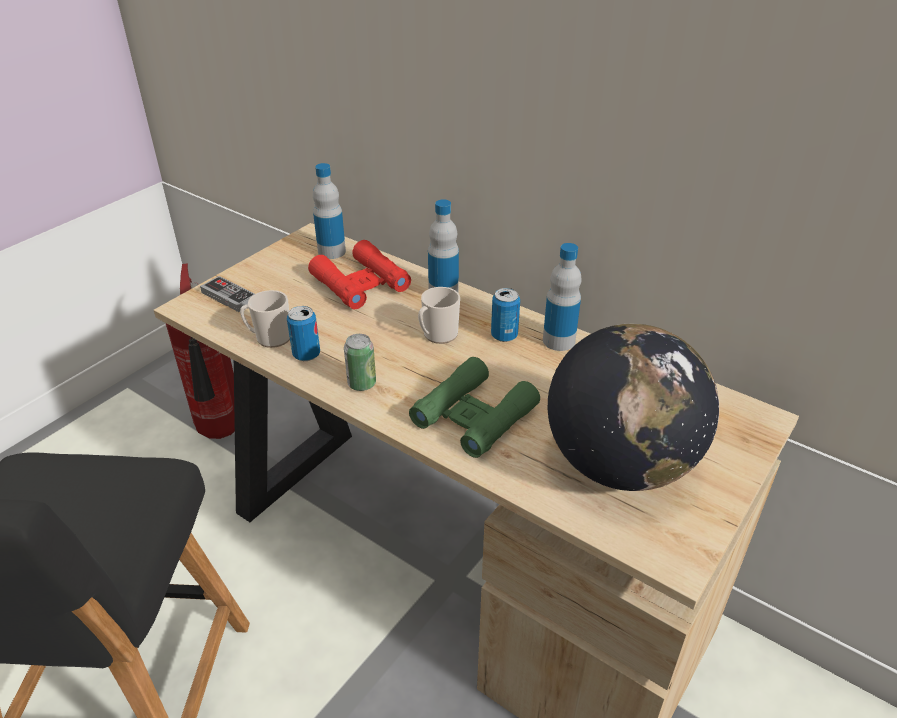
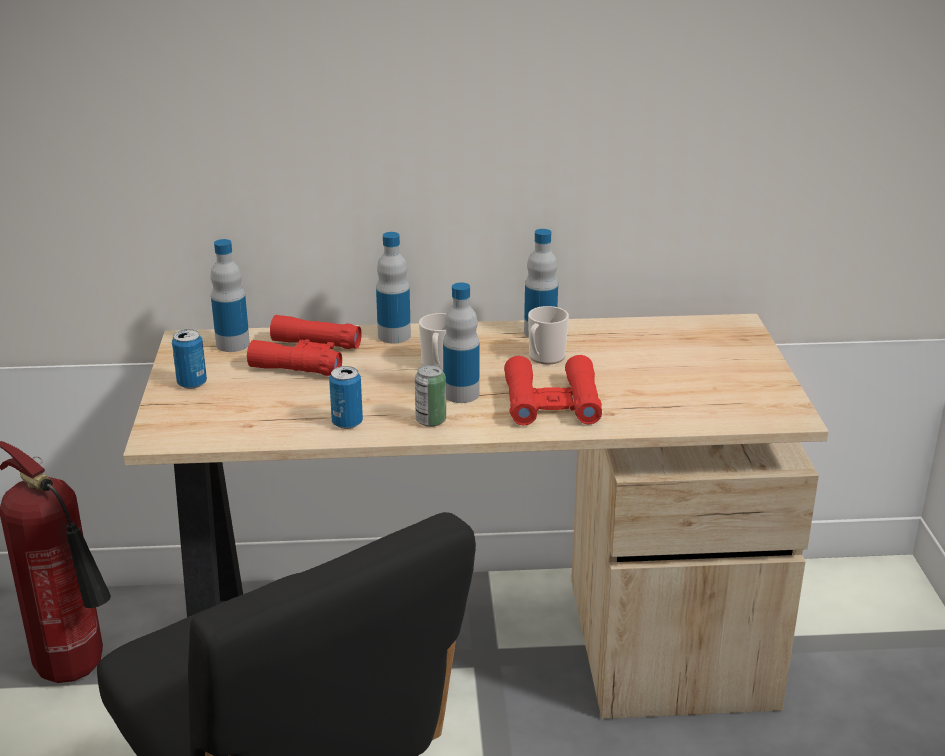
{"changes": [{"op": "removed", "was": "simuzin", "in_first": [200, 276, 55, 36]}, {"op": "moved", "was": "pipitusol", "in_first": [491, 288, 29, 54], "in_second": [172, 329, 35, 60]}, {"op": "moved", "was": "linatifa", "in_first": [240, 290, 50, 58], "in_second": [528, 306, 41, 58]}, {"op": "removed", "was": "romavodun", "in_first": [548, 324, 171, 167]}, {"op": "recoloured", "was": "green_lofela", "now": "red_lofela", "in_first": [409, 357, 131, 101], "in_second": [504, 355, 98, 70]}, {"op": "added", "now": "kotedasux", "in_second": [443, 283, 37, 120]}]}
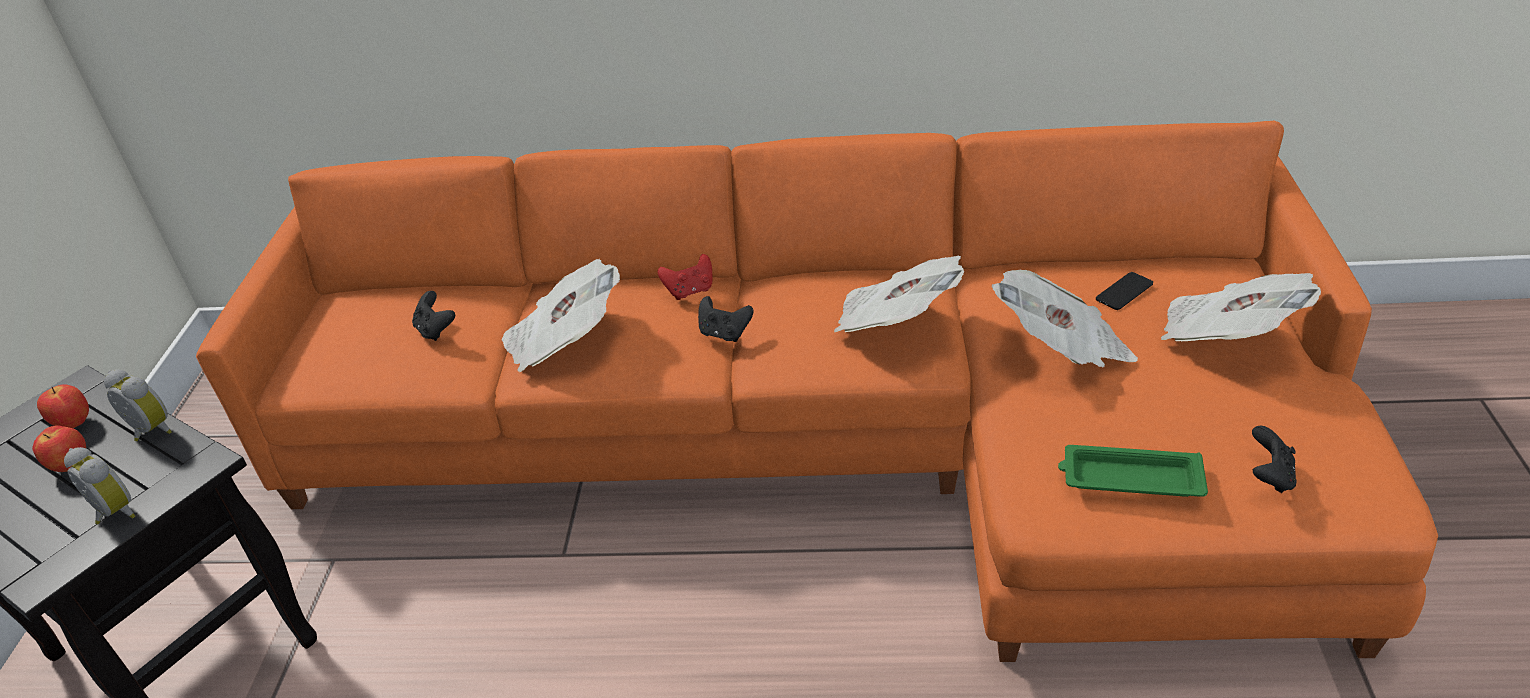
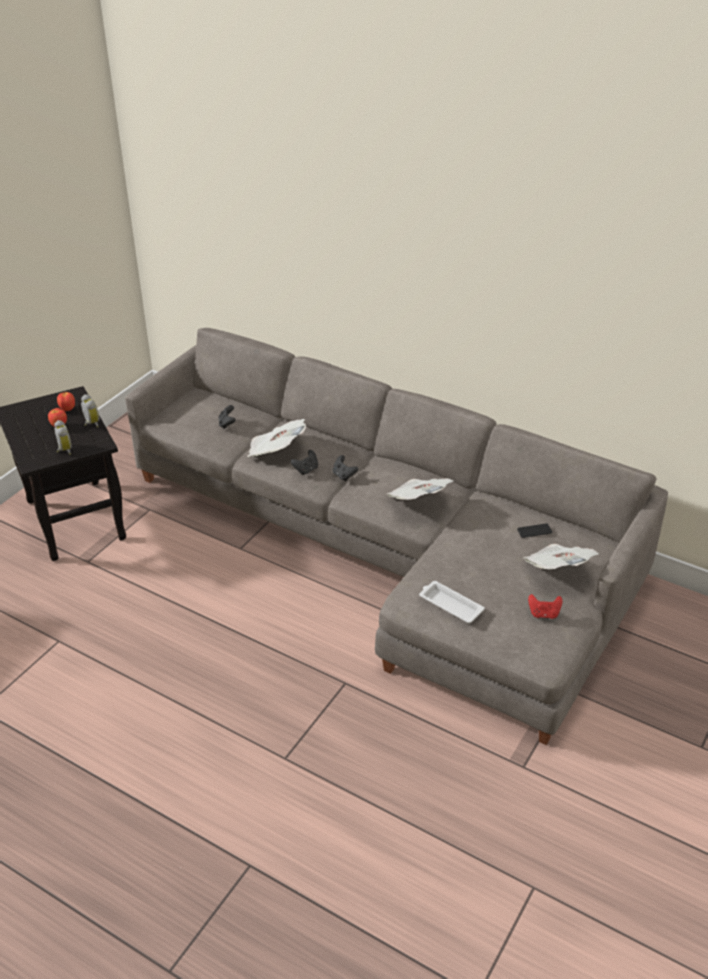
{"changes": [{"op": "recoloured", "was": "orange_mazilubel", "now": "grey_mazilubel", "in_first": [196, 121, 1242, 541], "in_second": [125, 328, 543, 417]}, {"op": "moved", "was": "red_simuzin", "in_first": [658, 254, 54, 46], "in_second": [528, 594, 34, 25]}, {"op": "removed", "was": "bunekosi", "in_first": [992, 270, 146, 97]}, {"op": "moved", "was": "black_simuzin", "in_first": [1252, 426, 44, 67], "in_second": [291, 450, 27, 25]}, {"op": "recoloured", "was": "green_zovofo", "now": "white_zovofo", "in_first": [1058, 445, 150, 52], "in_second": [419, 581, 66, 42]}]}
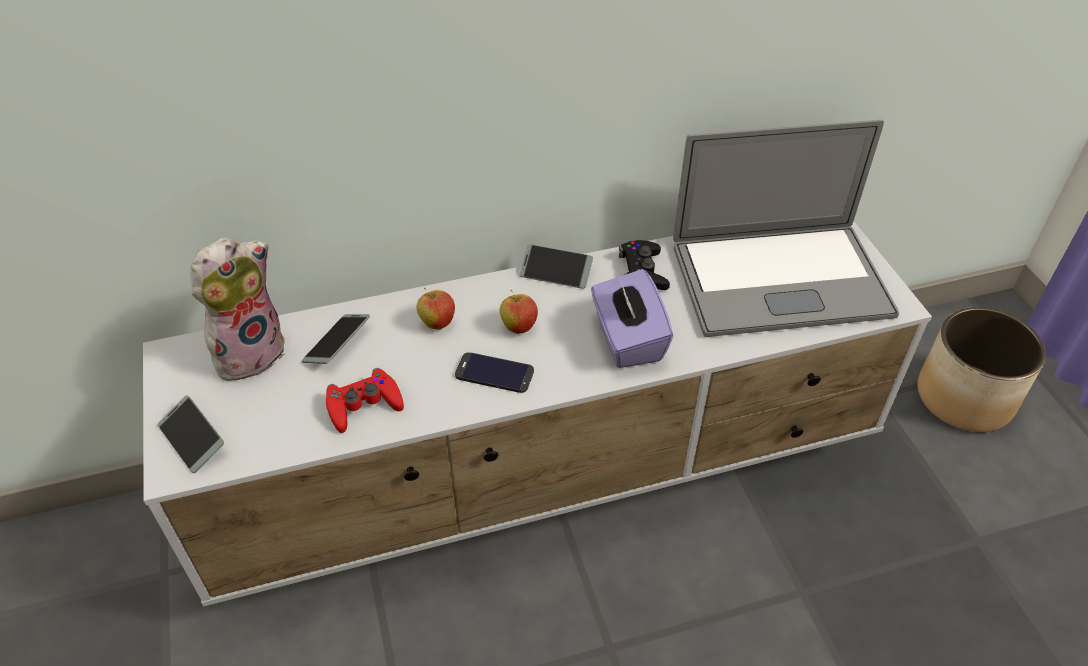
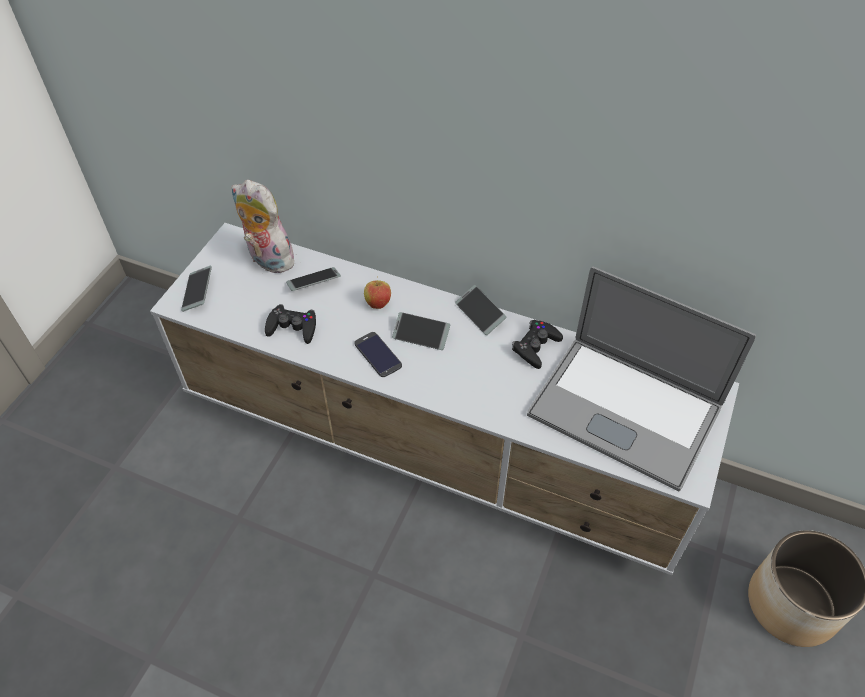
{"changes": [{"op": "turned", "was": "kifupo", "in_first": [190, 237, 95, 144], "in_second": [231, 180, 67, 93], "clockwise": -135}, {"op": "removed", "was": "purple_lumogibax", "in_first": [591, 269, 83, 99]}, {"op": "replaced", "was": "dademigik", "now": "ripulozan", "in_first": [500, 290, 38, 44], "in_second": [392, 312, 58, 38]}, {"op": "recoloured", "was": "red_simuzin", "now": "black_simuzin", "in_first": [326, 368, 78, 65], "in_second": [265, 304, 51, 40]}]}
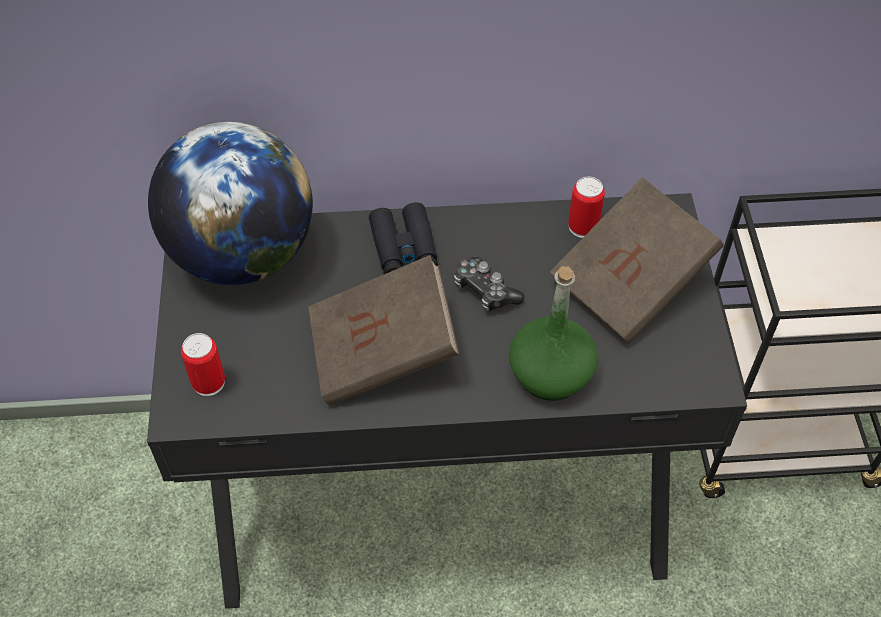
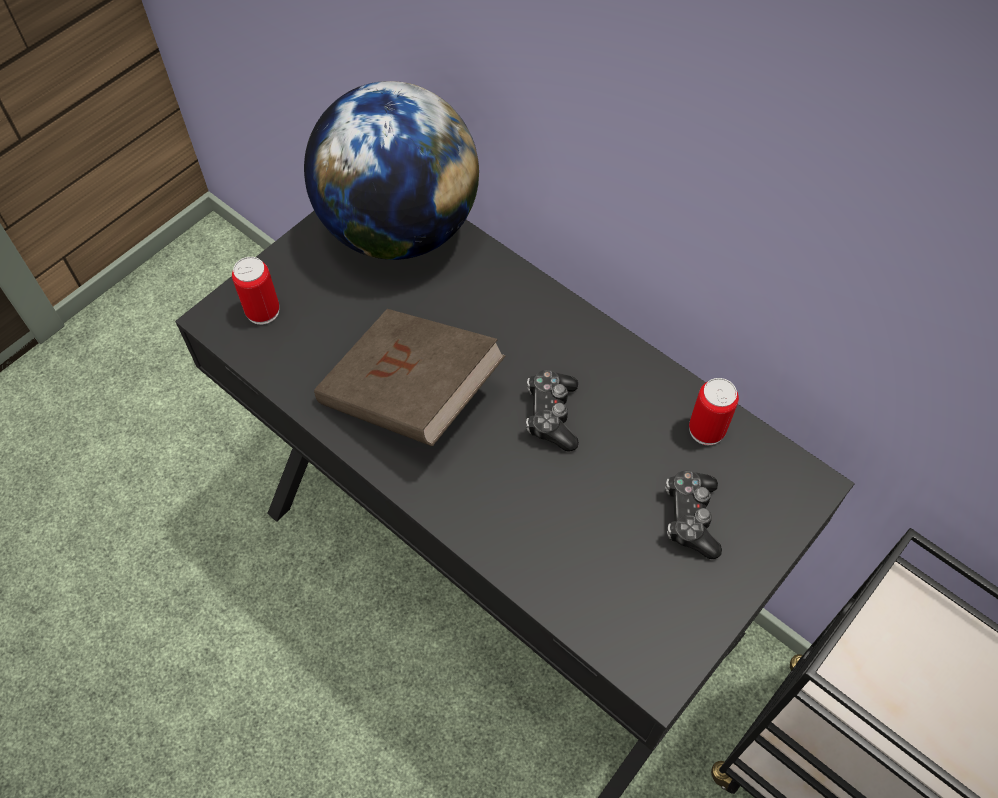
{"changes": [{"op": "replaced", "was": "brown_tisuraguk", "now": "simuzin", "in_first": [550, 177, 174, 167], "in_second": [666, 470, 56, 89]}, {"op": "removed", "was": "black_lofela", "in_first": [369, 202, 69, 72]}, {"op": "removed", "was": "green_kotedasux", "in_first": [509, 266, 89, 135]}]}
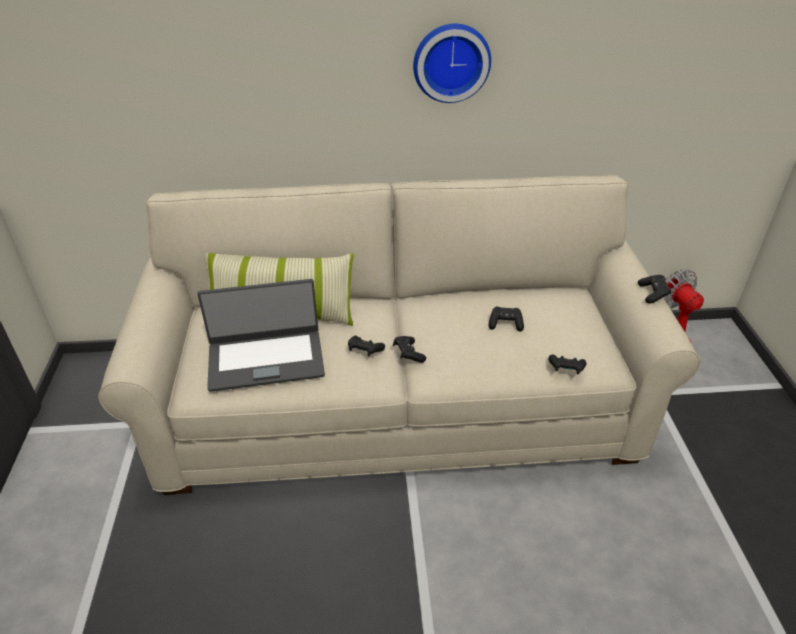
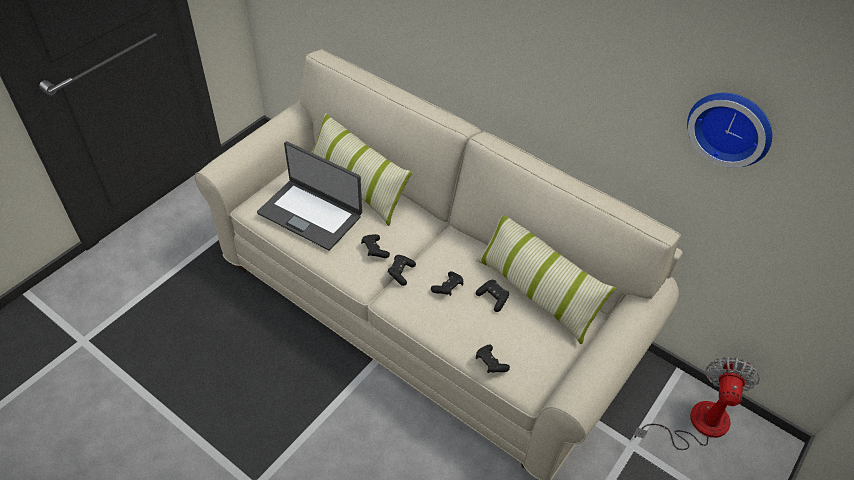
{"changes": [{"op": "moved", "was": "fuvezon", "in_first": [413, 24, 78, 79], "in_second": [687, 93, 85, 75]}, {"op": "moved", "was": "black_simuzin", "in_first": [638, 275, 33, 29], "in_second": [431, 271, 32, 25]}, {"op": "added", "now": "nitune", "in_second": [476, 215, 140, 129]}]}
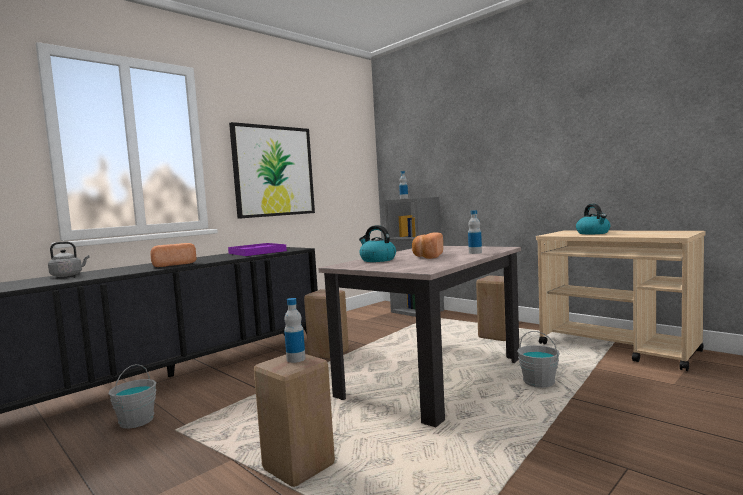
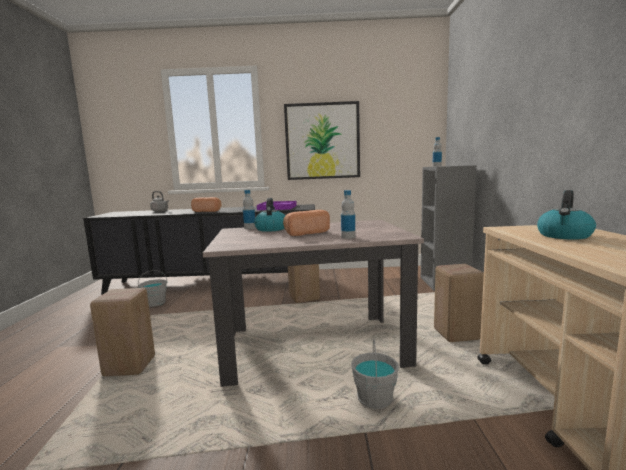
{"changes": [{"op": "moved", "was": "kotedasux", "in_first": [284, 298, 21, 65], "in_second": [243, 190, 13, 39]}]}
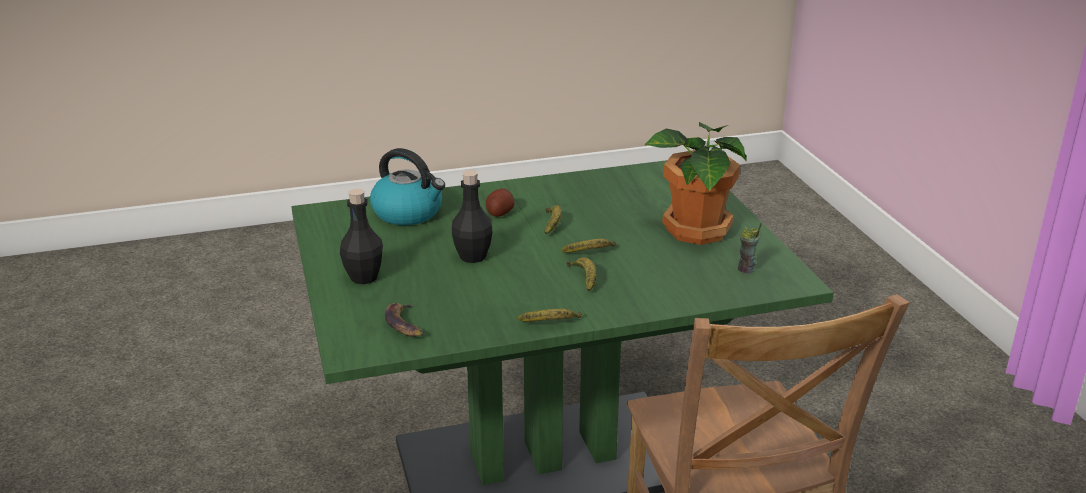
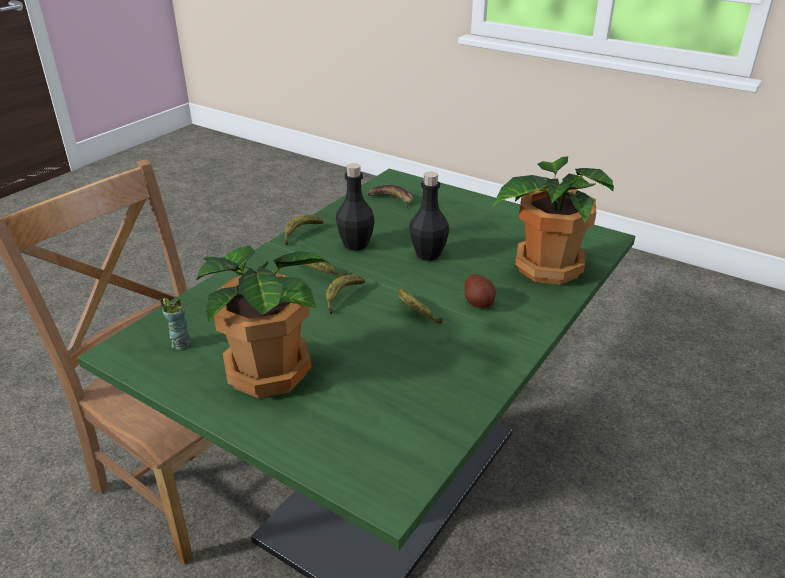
{"changes": [{"op": "replaced", "was": "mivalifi", "now": "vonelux", "in_first": [370, 148, 75, 77], "in_second": [493, 156, 121, 129]}, {"op": "moved", "was": "black_kotedasux", "in_first": [340, 189, 43, 95], "in_second": [336, 163, 39, 88]}]}
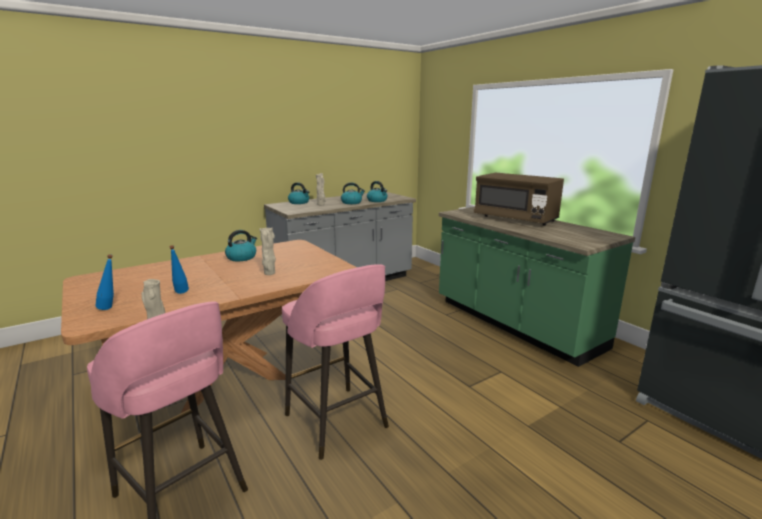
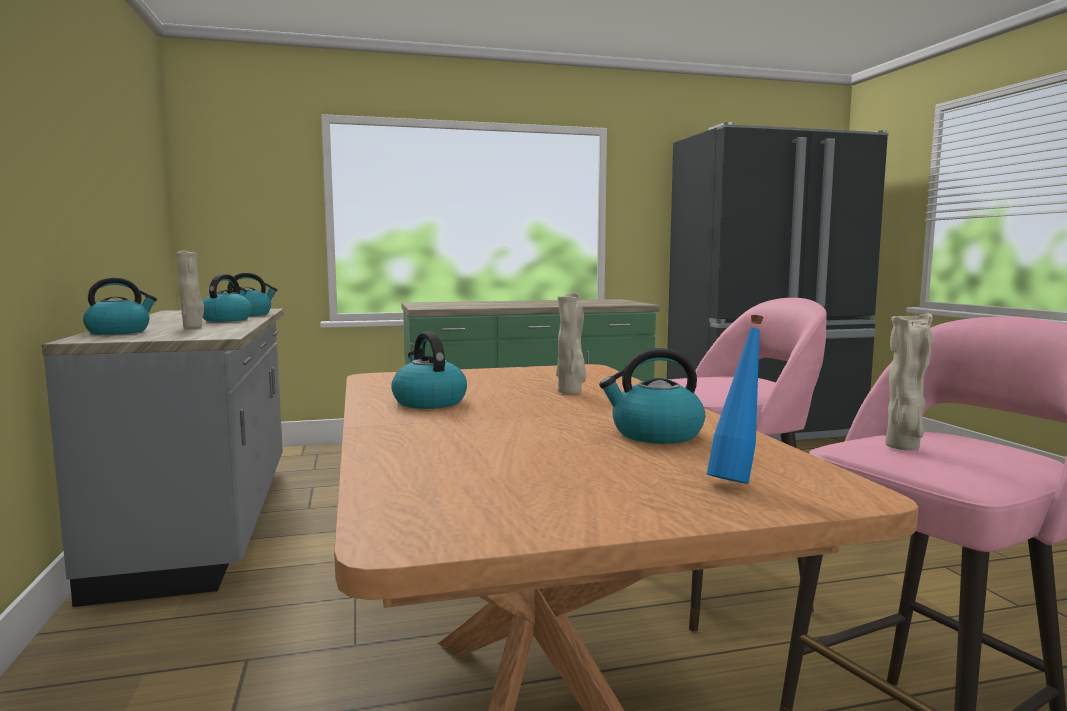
{"changes": [{"op": "removed", "was": "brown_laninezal", "in_first": [474, 173, 90, 53]}, {"op": "replaced", "was": "blue_kotedasux", "now": "mivalifi", "in_first": [170, 245, 19, 49], "in_second": [599, 348, 106, 96]}]}
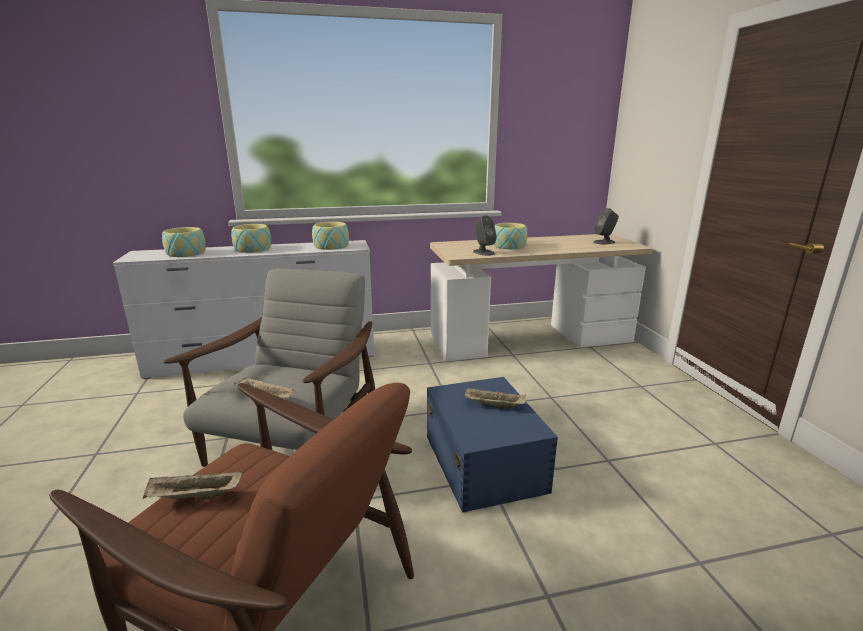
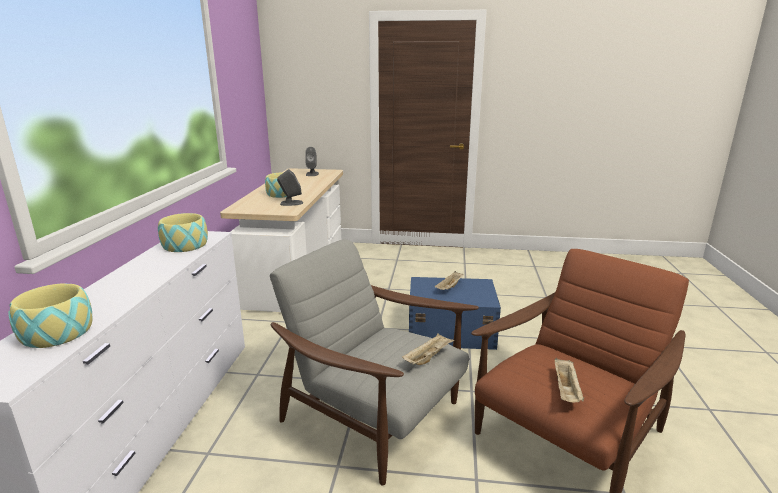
{"changes": [{"op": "removed", "was": "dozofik", "in_first": [231, 224, 40, 29]}]}
